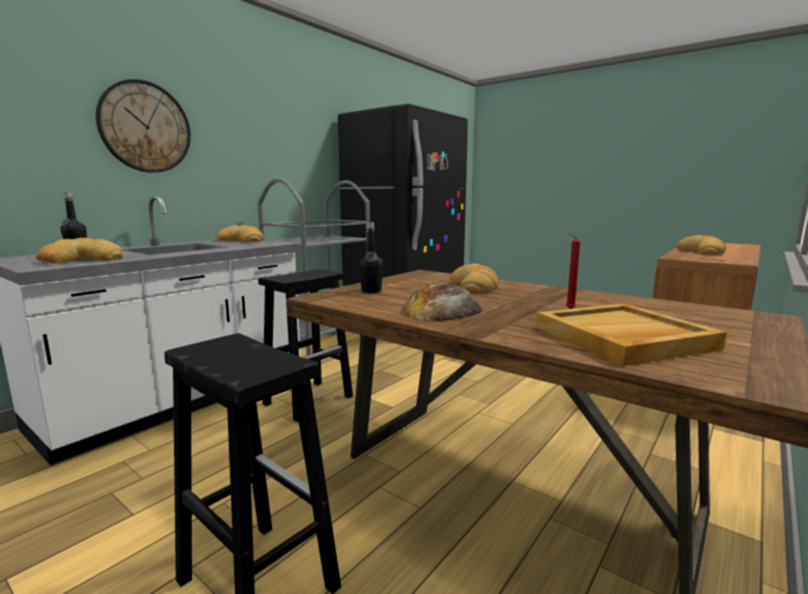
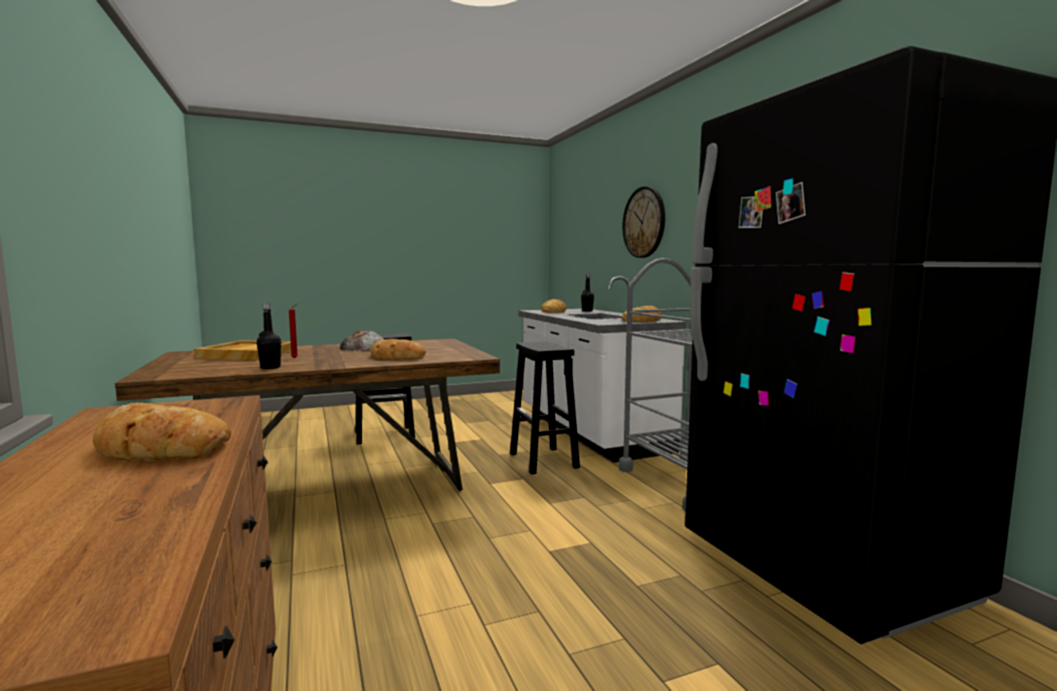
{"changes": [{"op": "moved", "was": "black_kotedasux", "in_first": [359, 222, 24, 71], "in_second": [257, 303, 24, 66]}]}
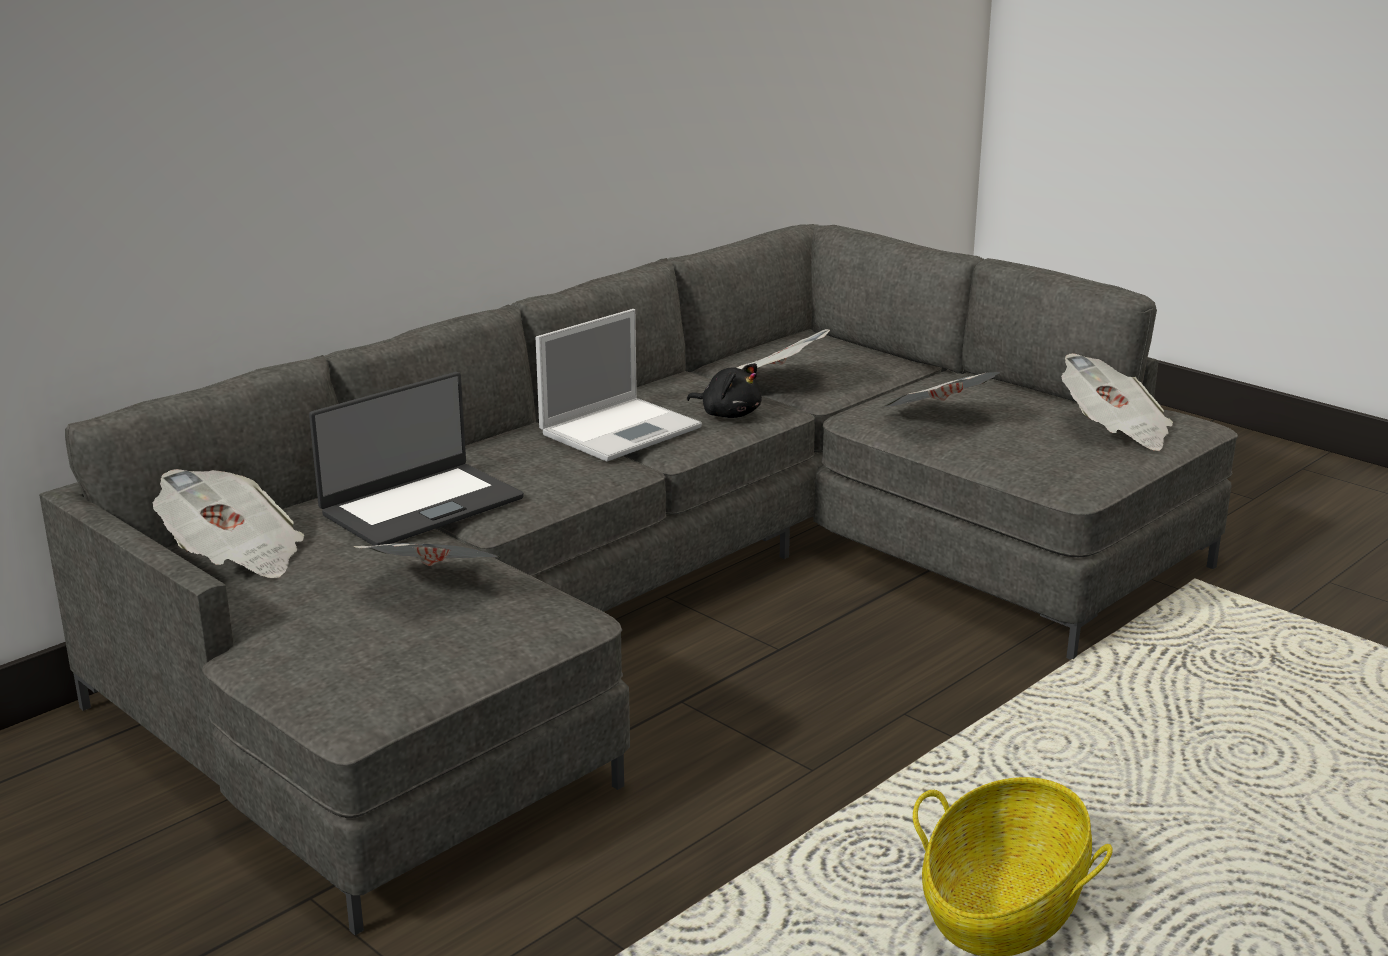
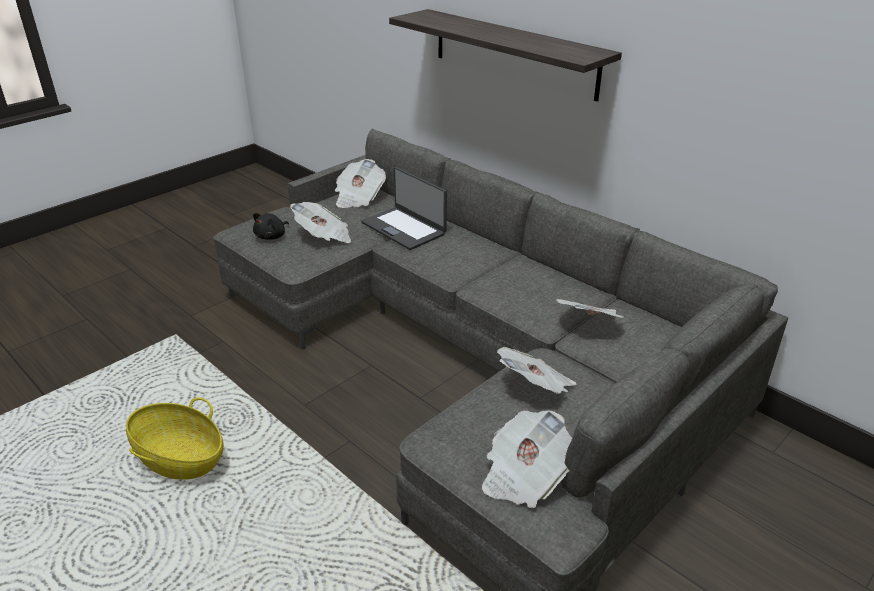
{"changes": [{"op": "removed", "was": "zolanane", "in_first": [536, 309, 166, 153]}, {"op": "moved", "was": "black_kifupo", "in_first": [687, 363, 75, 55], "in_second": [253, 213, 36, 27]}, {"op": "added", "now": "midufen", "in_second": [389, 9, 233, 92]}]}
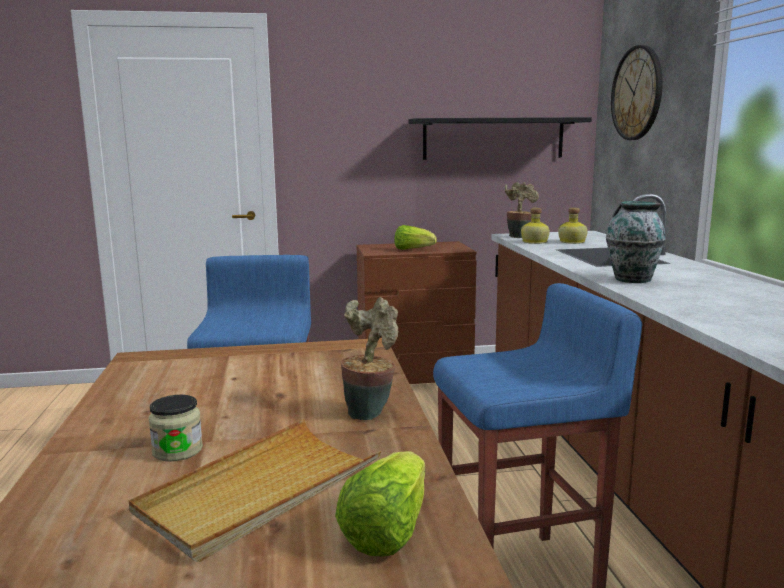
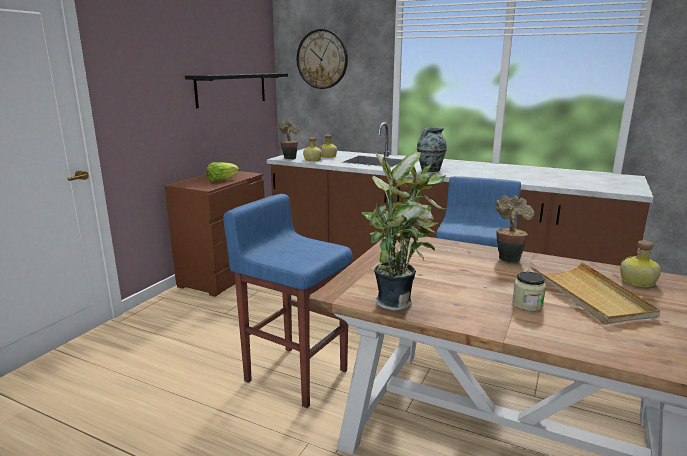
{"changes": [{"op": "replaced", "was": "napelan", "now": "kotedasux", "in_first": [335, 451, 90, 106], "in_second": [620, 240, 41, 47]}, {"op": "added", "now": "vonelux", "in_second": [362, 152, 86, 159]}]}
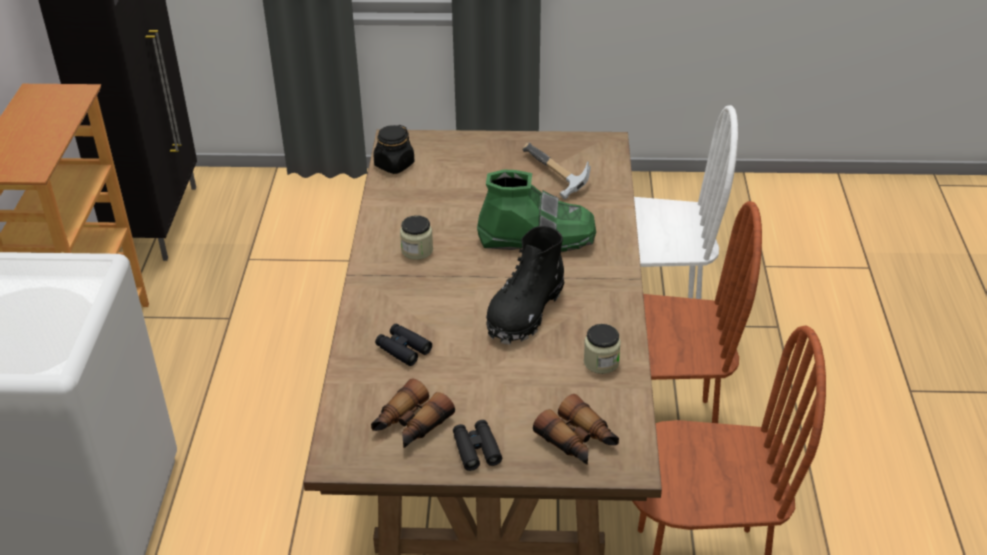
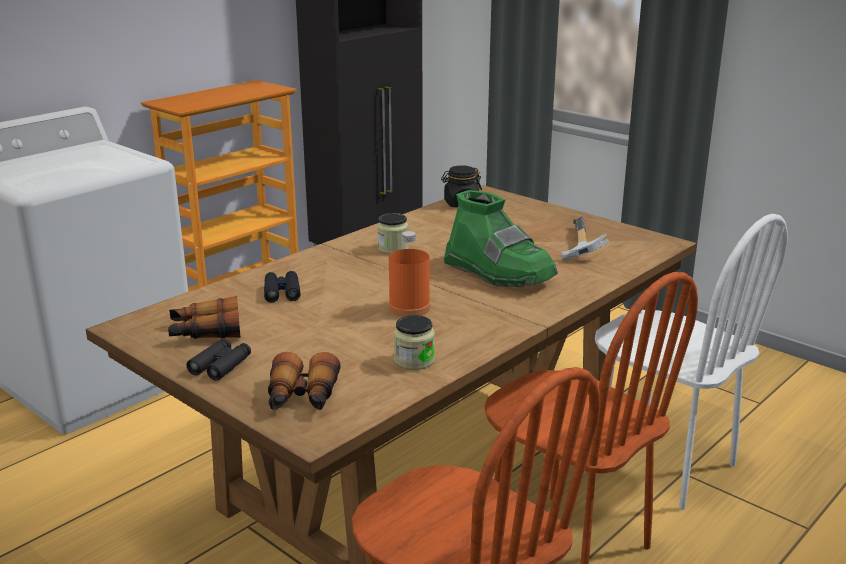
{"changes": [{"op": "replaced", "was": "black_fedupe", "now": "orange_kotedasux", "in_first": [486, 226, 78, 119], "in_second": [389, 231, 41, 86]}]}
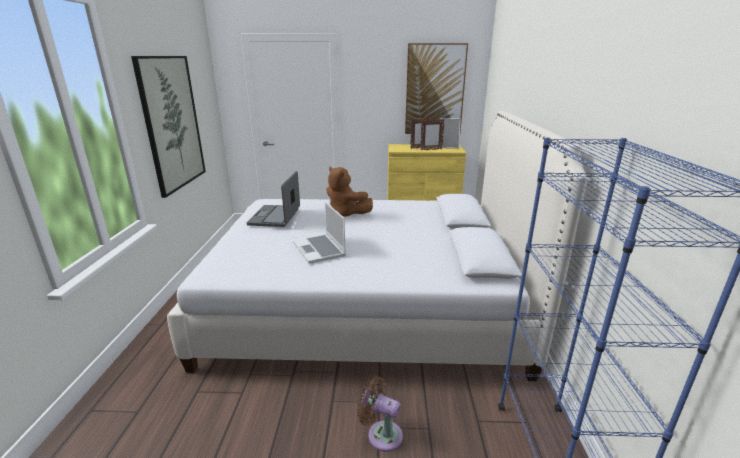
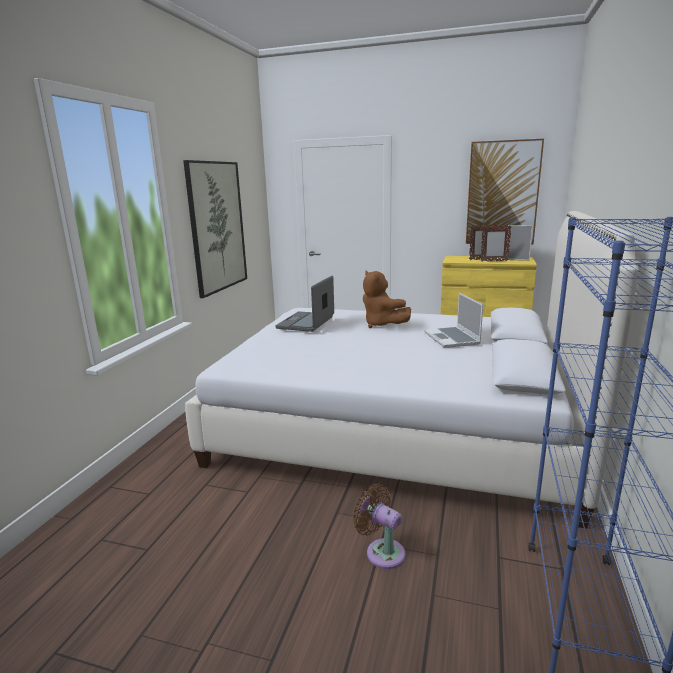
{"changes": [{"op": "moved", "was": "zolanane", "in_first": [293, 202, 53, 62], "in_second": [424, 292, 59, 56]}]}
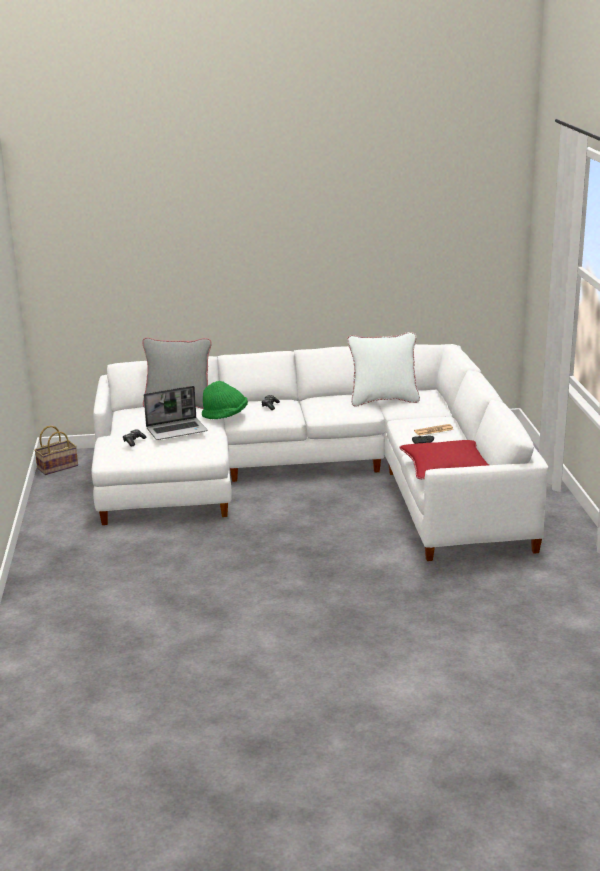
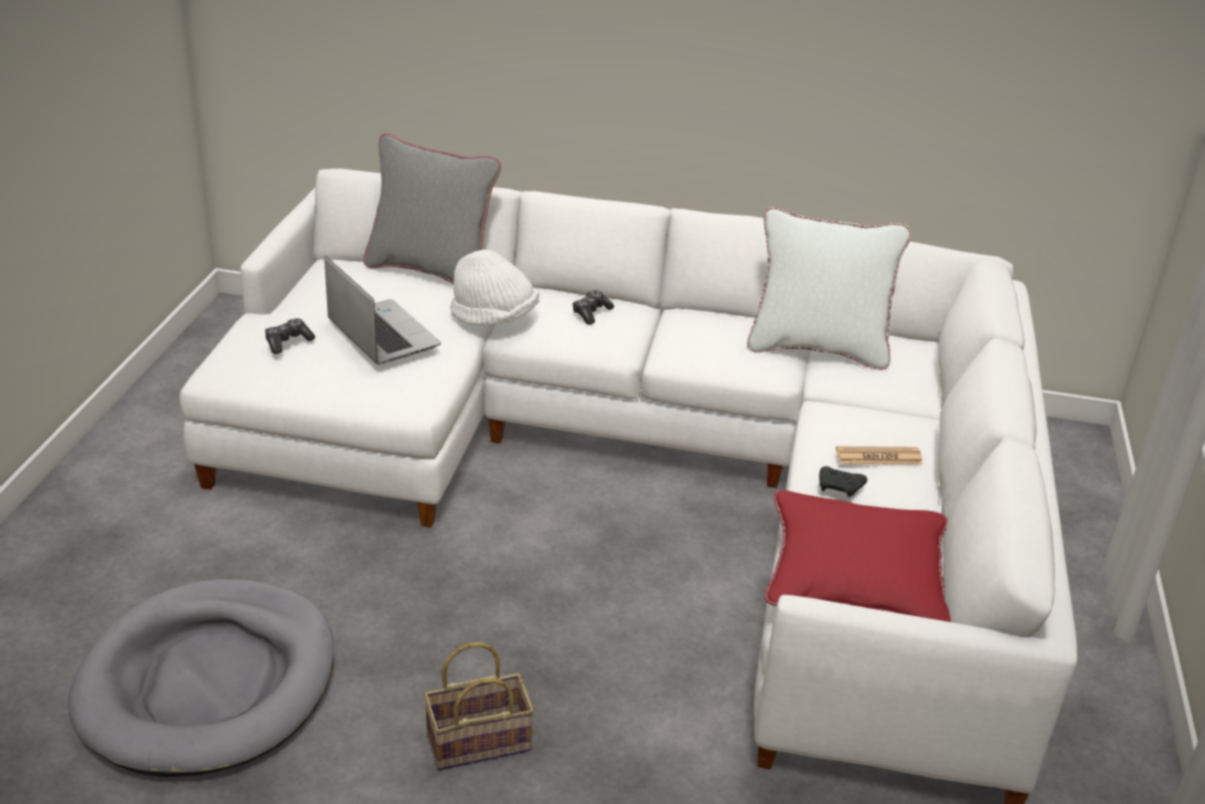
{"changes": [{"op": "recoloured", "was": "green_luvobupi", "now": "white_luvobupi", "in_first": [202, 381, 46, 38], "in_second": [450, 250, 89, 76]}, {"op": "turned", "was": "zolanane", "in_first": [144, 386, 64, 54], "in_second": [324, 256, 117, 109], "clockwise": -120}, {"op": "moved", "was": "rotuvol", "in_first": [34, 426, 44, 49], "in_second": [424, 642, 110, 128]}, {"op": "added", "now": "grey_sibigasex", "in_second": [68, 579, 266, 198]}]}
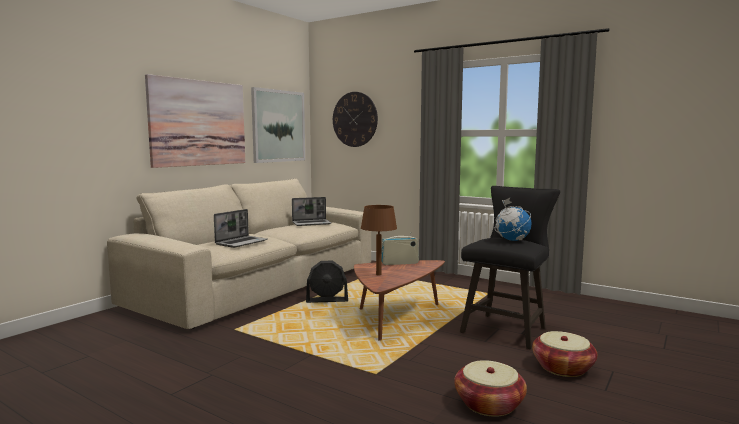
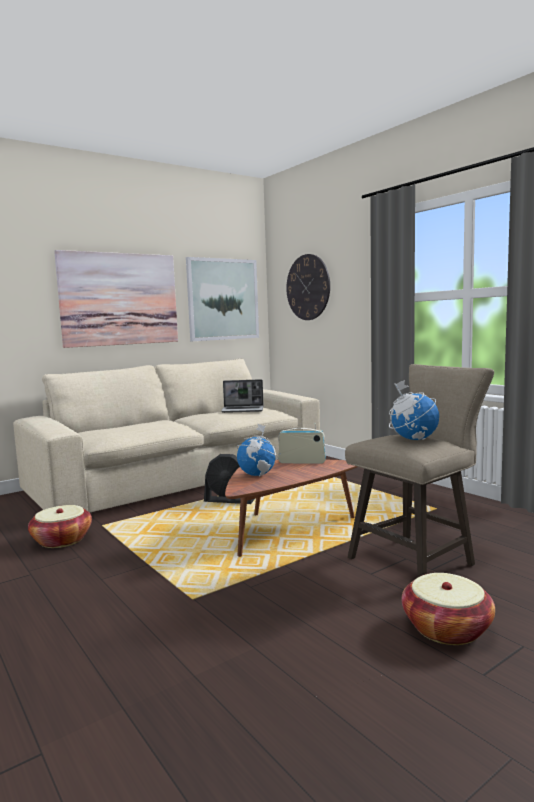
{"changes": [{"op": "recoloured", "was": "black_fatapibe", "now": "beige_fatapibe", "in_first": [460, 186, 100, 163], "in_second": [345, 364, 149, 213]}, {"op": "replaced", "was": "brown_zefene", "now": "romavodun", "in_first": [361, 205, 36, 71], "in_second": [236, 423, 42, 54]}, {"op": "removed", "was": "zolanane", "in_first": [214, 209, 54, 39]}, {"op": "moved", "was": "rotuvol", "in_first": [454, 360, 73, 57], "in_second": [28, 505, 64, 43]}]}
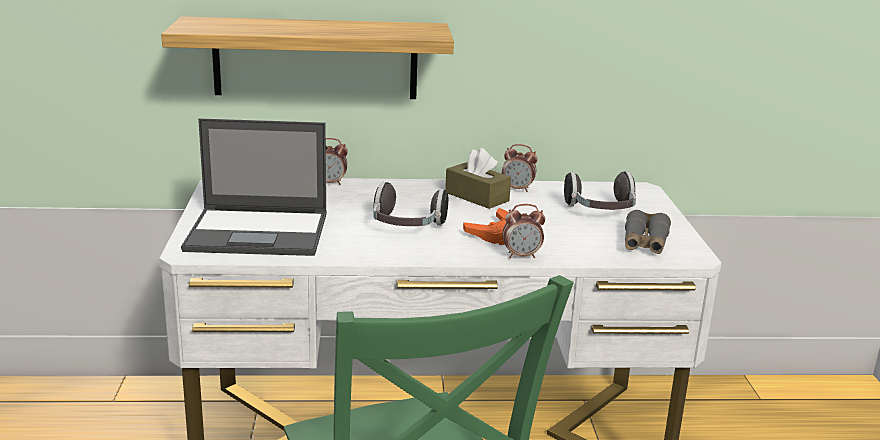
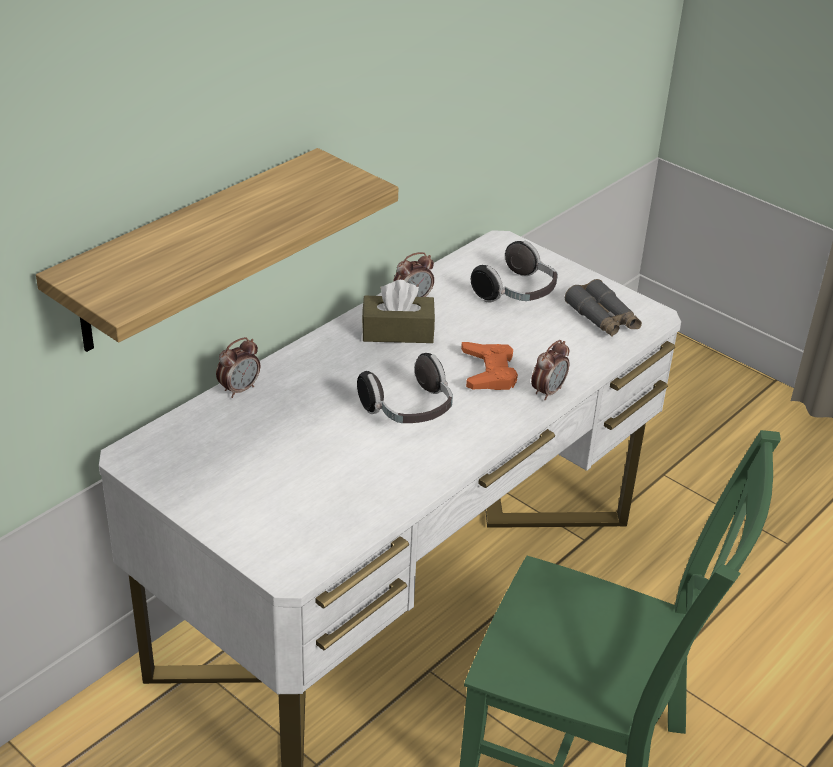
{"changes": [{"op": "removed", "was": "zolanane", "in_first": [181, 118, 146, 138]}]}
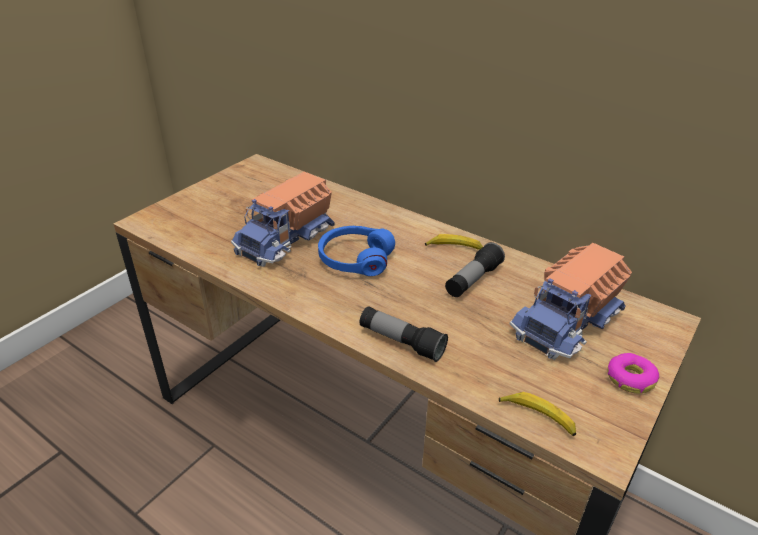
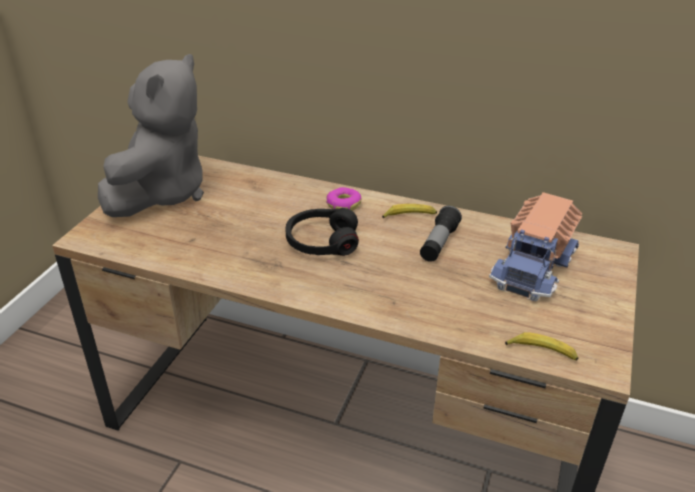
{"changes": [{"op": "removed", "was": "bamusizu", "in_first": [231, 172, 104, 95]}, {"op": "recoloured", "was": "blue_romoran", "now": "black_romoran", "in_first": [318, 226, 77, 50], "in_second": [285, 208, 74, 48]}, {"op": "removed", "was": "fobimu", "in_first": [359, 306, 89, 56]}, {"op": "moved", "was": "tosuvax", "in_first": [608, 353, 51, 40], "in_second": [326, 187, 36, 24]}, {"op": "added", "now": "grey_kifupo", "in_second": [98, 54, 106, 163]}]}
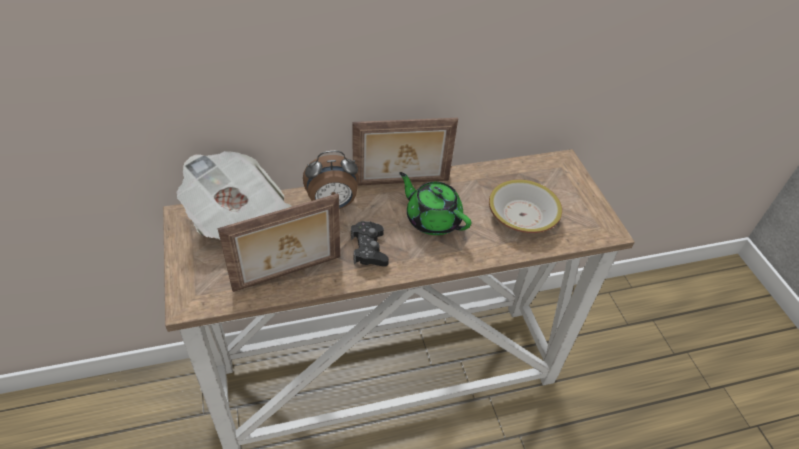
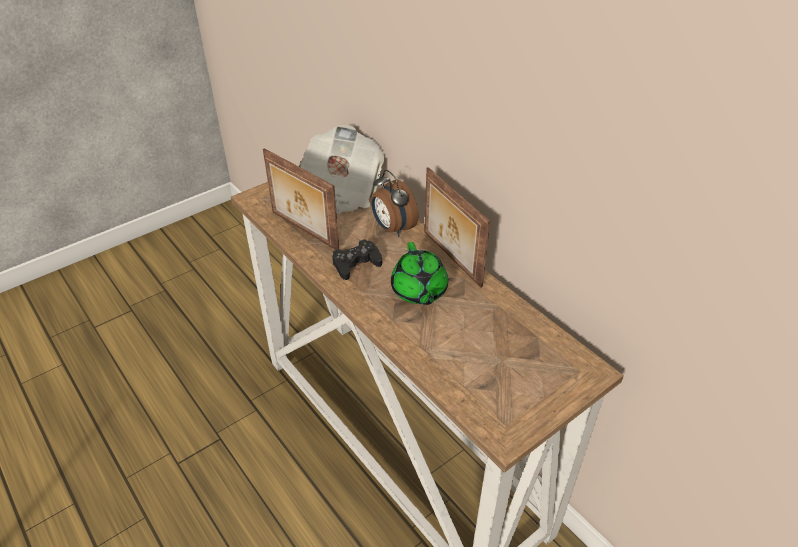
{"changes": [{"op": "turned", "was": "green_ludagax", "in_first": [399, 172, 72, 63], "in_second": [391, 242, 57, 63], "clockwise": 150}, {"op": "removed", "was": "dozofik", "in_first": [489, 180, 73, 53]}]}
